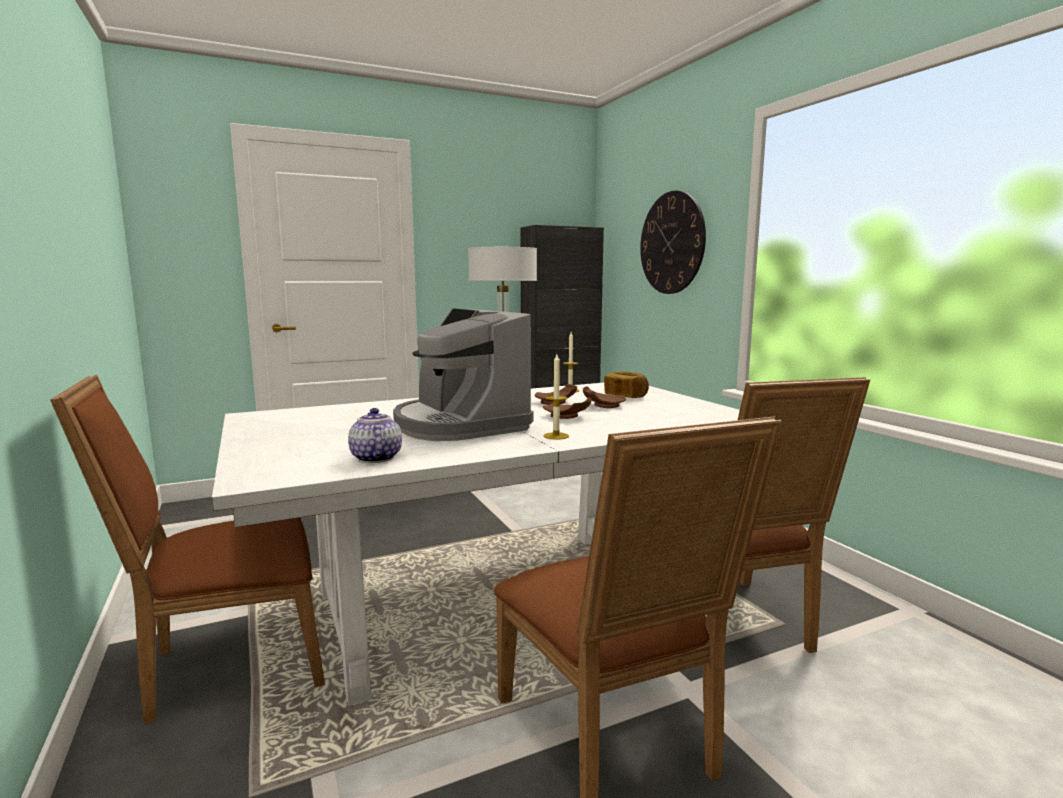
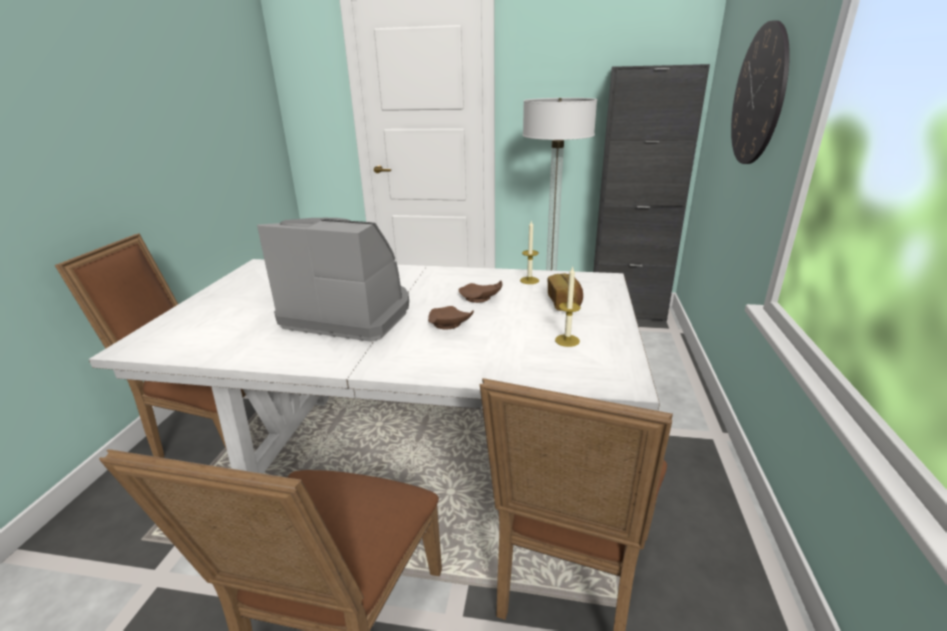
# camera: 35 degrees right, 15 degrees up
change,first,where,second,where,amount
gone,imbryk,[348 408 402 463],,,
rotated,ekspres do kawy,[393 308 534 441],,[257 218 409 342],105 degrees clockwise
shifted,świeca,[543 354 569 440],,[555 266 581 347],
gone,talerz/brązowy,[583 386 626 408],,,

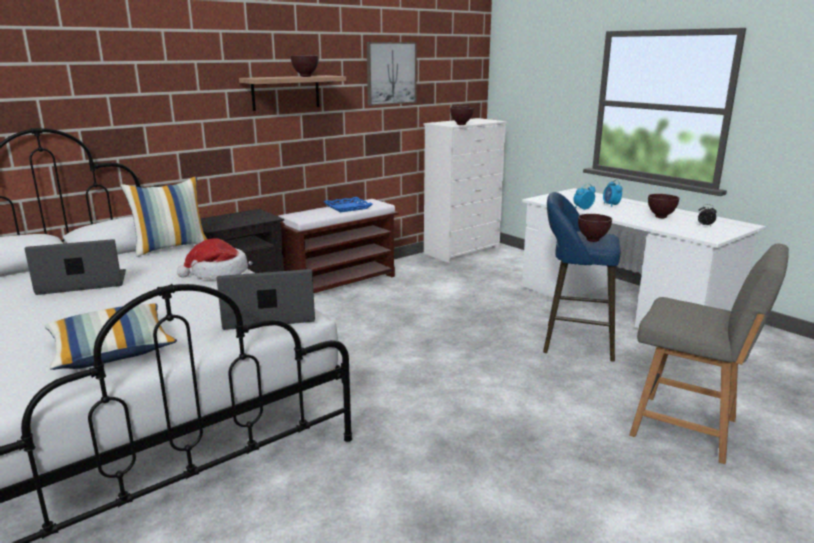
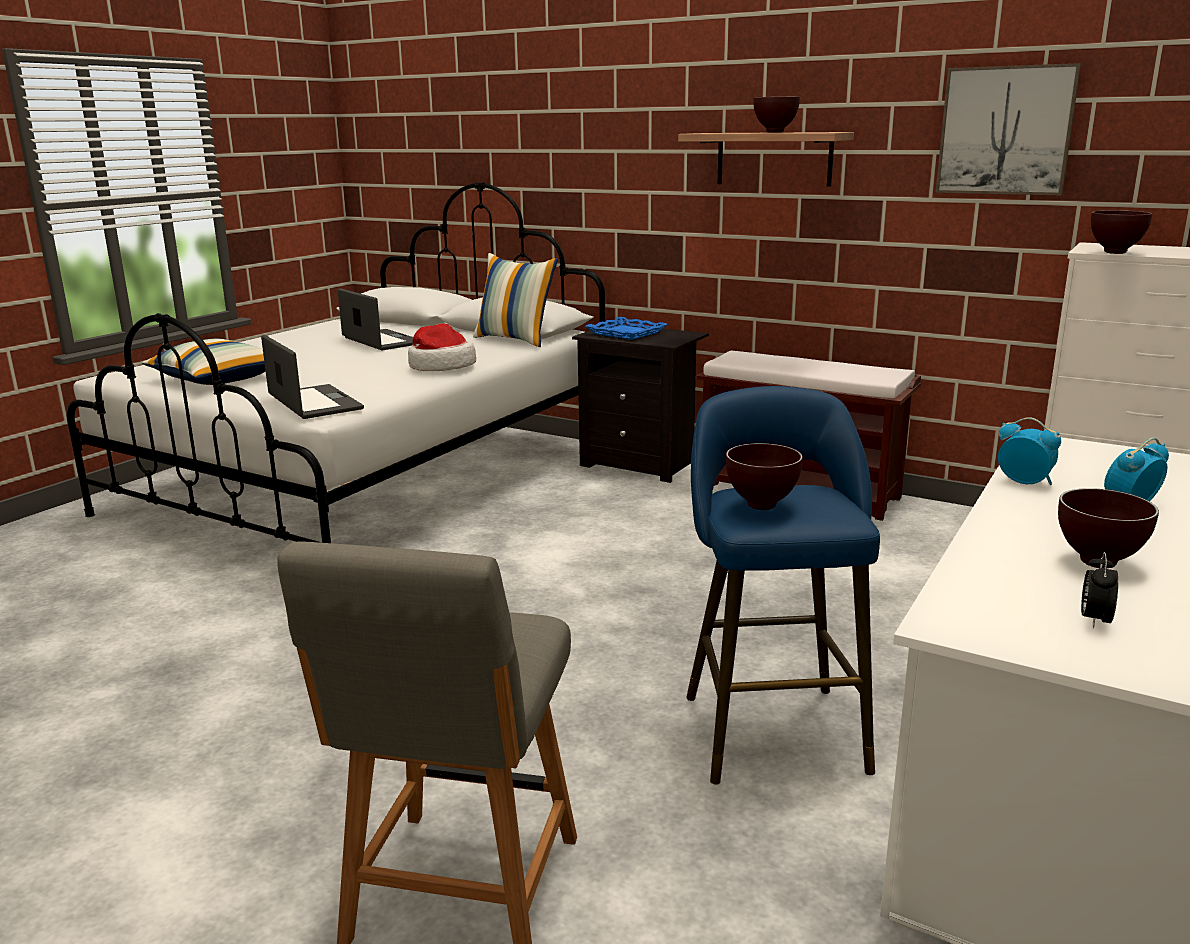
# camera: 70 degrees right, 0 degrees up
change,first,where,second,where,amount
shifted,taca/niebieski,[323 197 373 212],,[585 317 668 340],

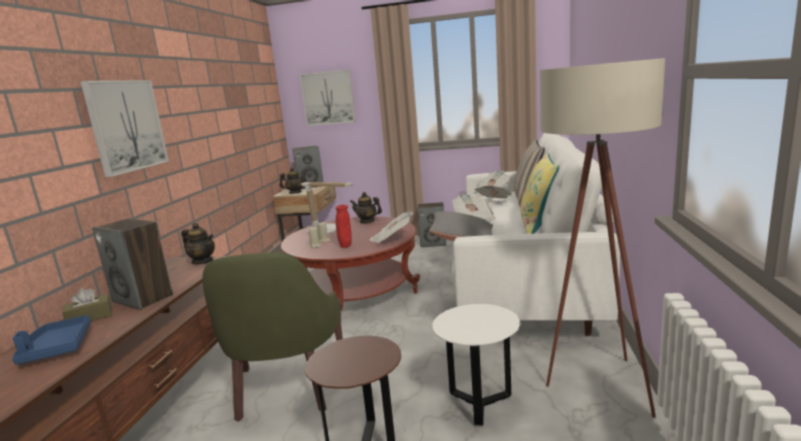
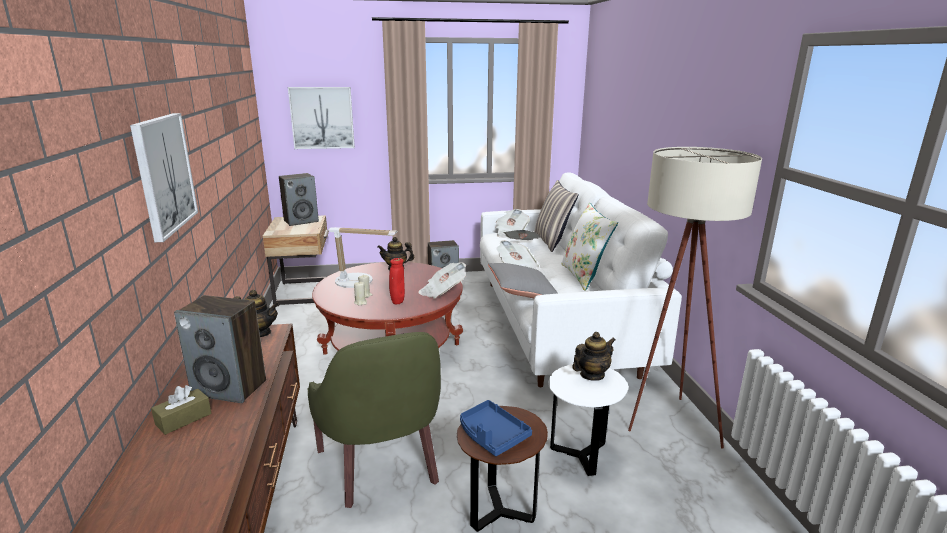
# camera: 20 degrees left, 5 degrees up
change,first,where,second,where,amount
shifted,taca/niebieski,[12 315 91 365],,[460 400 532 456],
shifted,imbryk,[279 168 307 194],,[572 332 615 381],
repainted,poduszka/żółty,[520 153 559 234],poduszka/biały,[561 203 618 291],

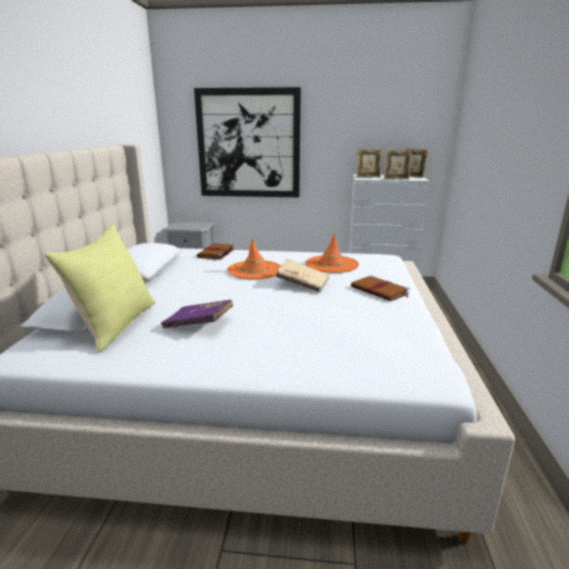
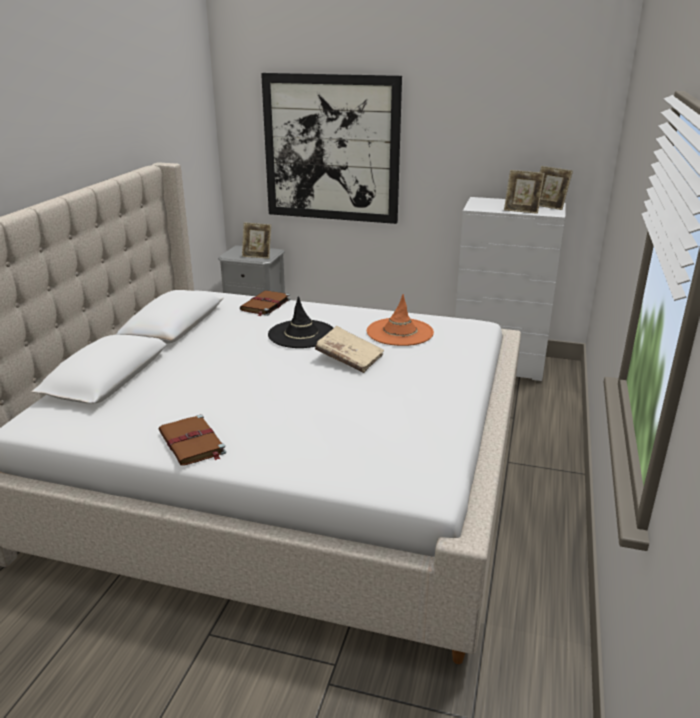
# camera: 10 degrees right, 5 degrees up
change,first,where,second,where,amount
gone,poduszka/żółty,[44 224 156 352],,,
gone,książka/fioletowy,[161 300 233 328],,,
repainted,kapelusz/pomarańczowy,[228 238 281 279],kapelusz/czarny,[268 296 333 348],
shifted,książka/brązowy,[351 275 410 301],,[158 414 226 466],
shifted,ramka na zdjęcie,[357 149 382 177],,[242 222 271 259],

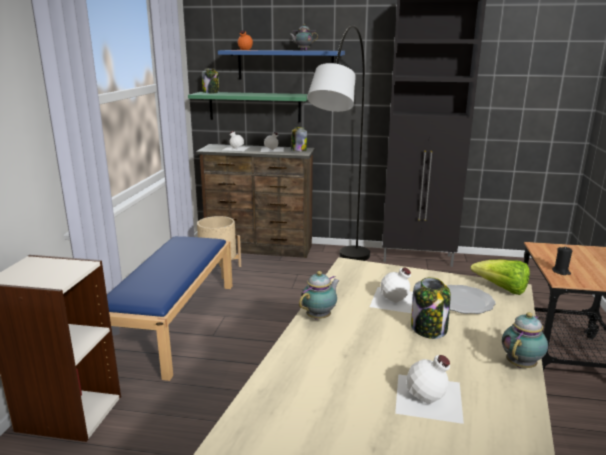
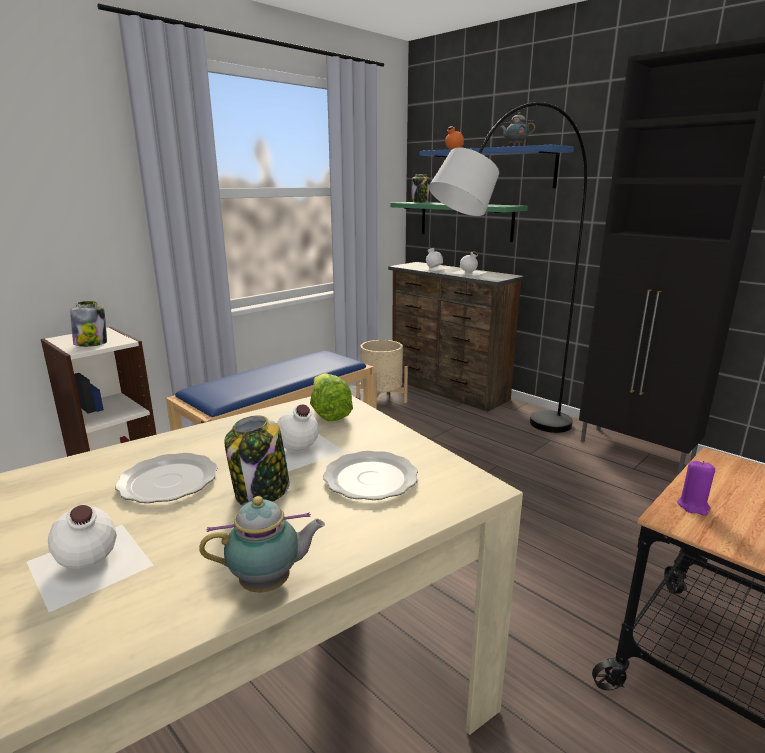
# camera: 35 degrees right, 0 degrees up
change,first,where,second,where,amount
shifted,słoik,[291 127 307 151],,[70 301 107 347],
gone,imbryk,[299 271 340 319],,,
shifted,sałata,[471 260 530 295],,[310 373 353 421],
repainted,świeca/czarny,[552 247 572 275],świeca/fioletowy,[677 461 715 516],
new,,,talerz,[115 453 218 503],

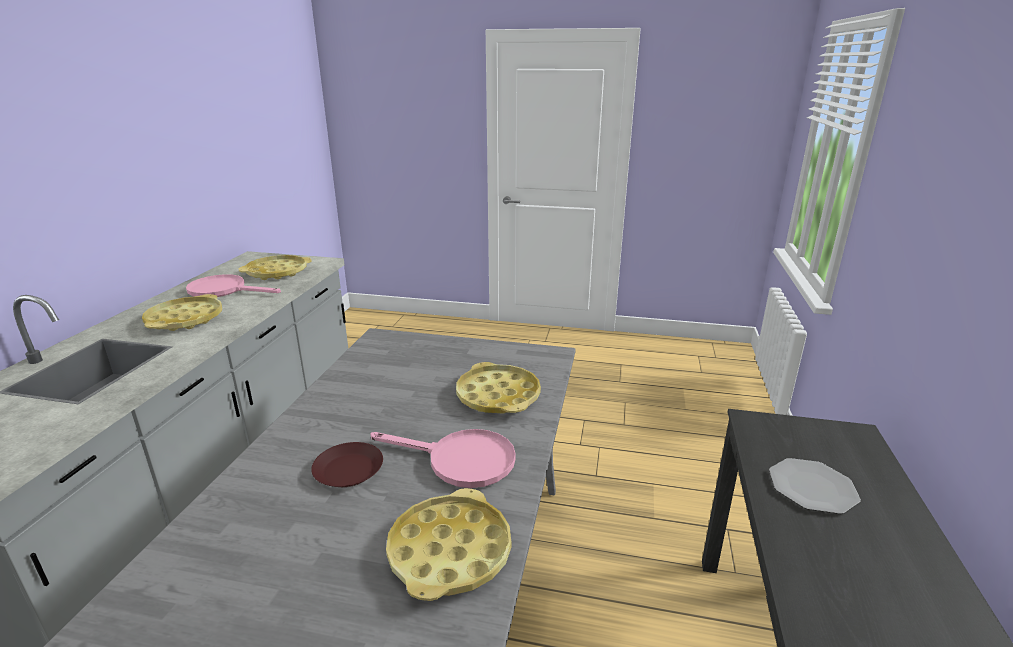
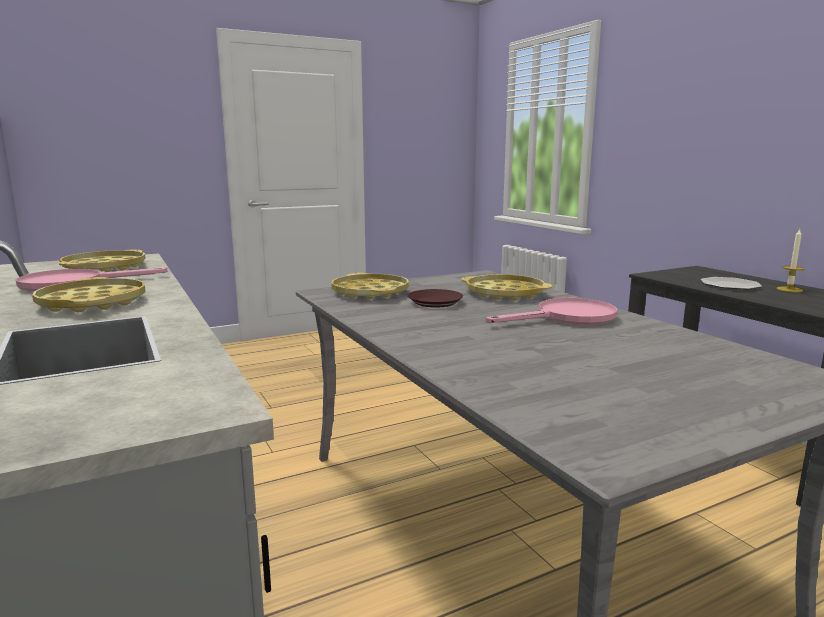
# camera: 40 degrees left, 10 degrees down
change,first,where,second,where,amount
shifted,talerz/brązowy,[311 442 383 487],,[408 289 463 307],
shifted,taca/żółty,[386 488 511 601],,[331 273 409 299],
new,,,świeca,[777 229 805 292],

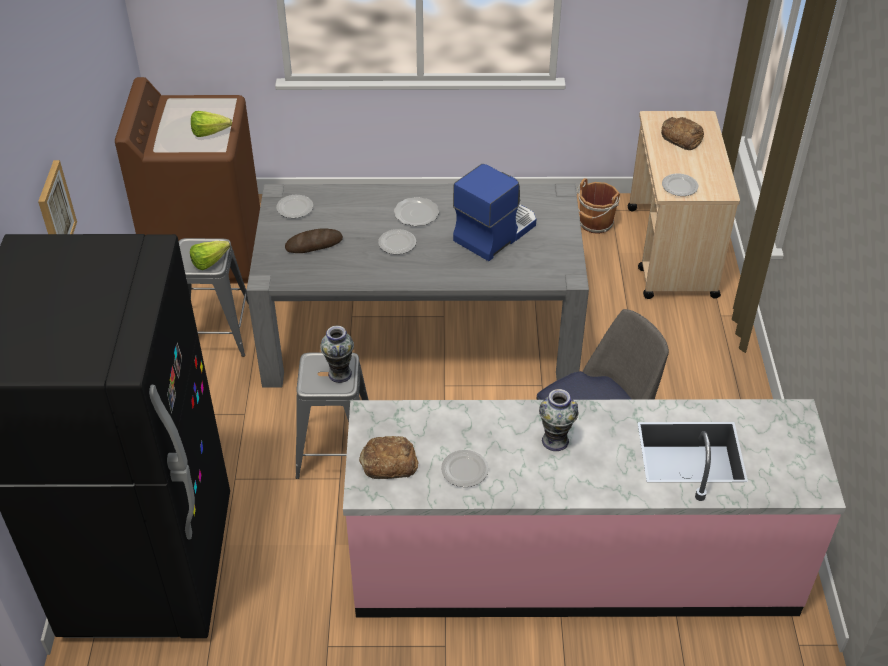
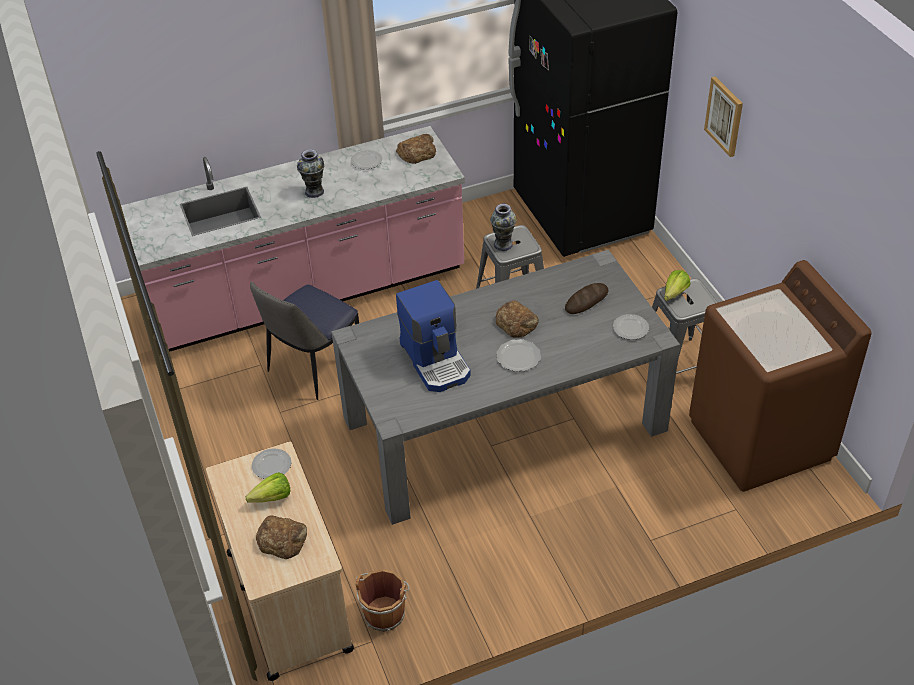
# camera: 160 degrees right, 0 degrees up
change,first,where,second,where,amount
shifted,sałata,[191 111 232 137],,[245 472 290 503],
swapped,talerz,[378 229 416 254],chleb,[495 300 539 338],
rotated,ekspres do kawy,[453 164 536 261],,[396 280 471 392],45 degrees counterclockwise

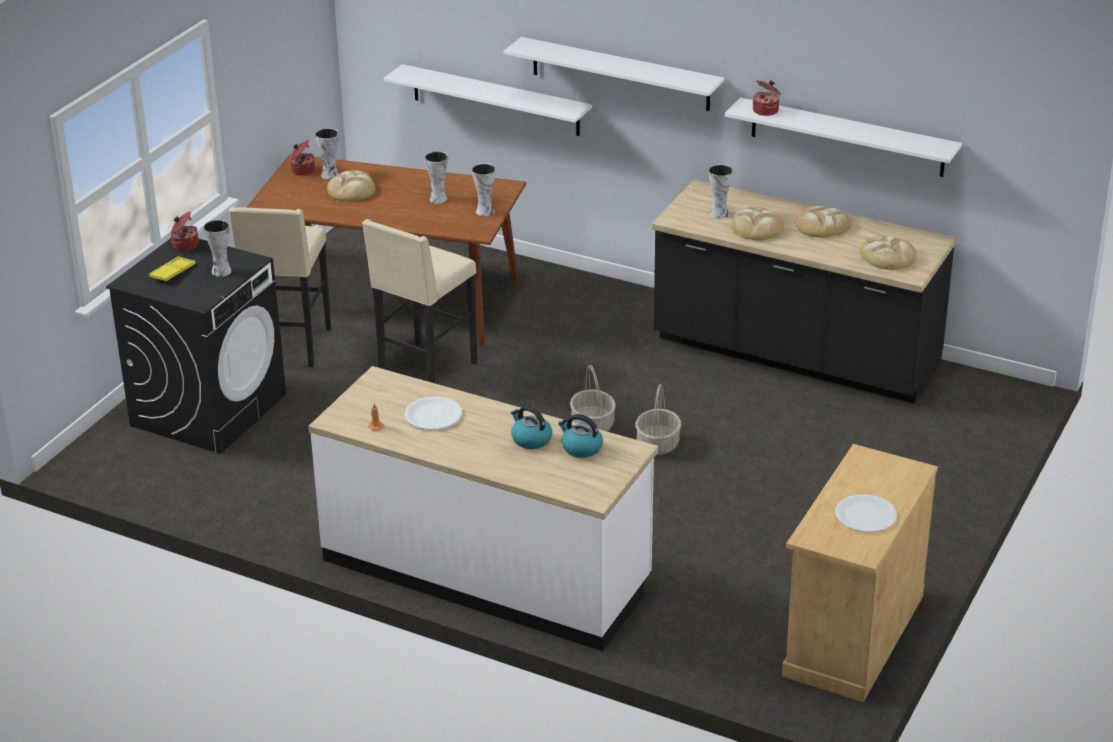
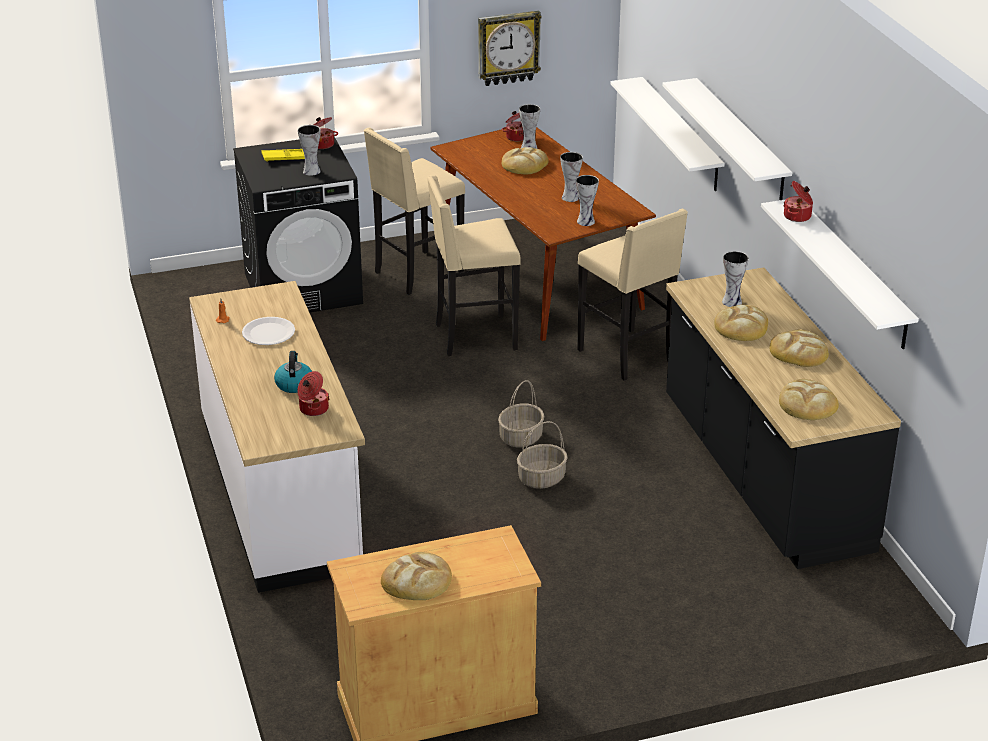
# camera: 45 degrees right, 0 degrees up
change,first,where,second,where,amount
swapped,czajnik,[558 414 603 458],garnek,[297 371 329 416],
swapped,talerz/biały,[835 495 897 532],chleb,[381 552 452 600],
new,,,zegar ścienny,[478 11 542 86],
new,,,stołek/beżowy,[577 209 688 381],

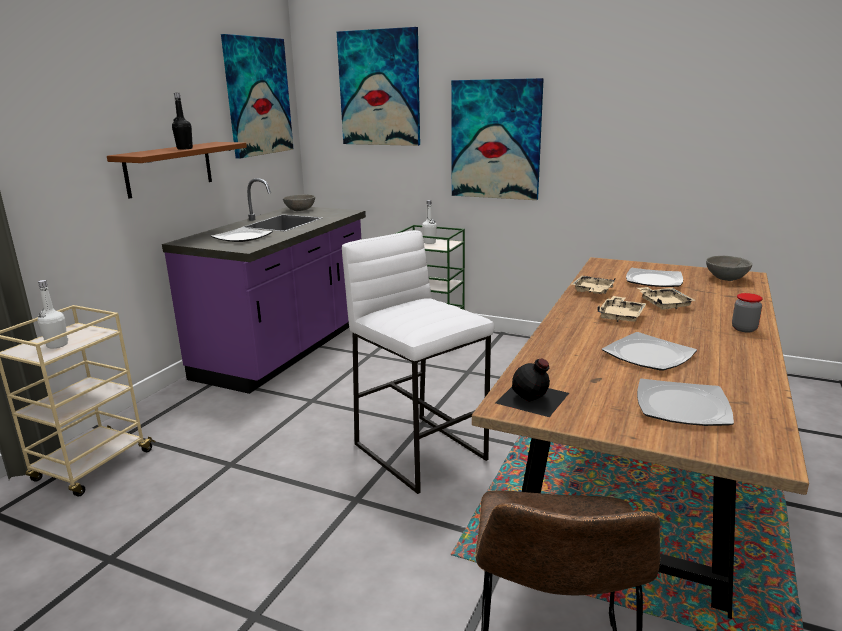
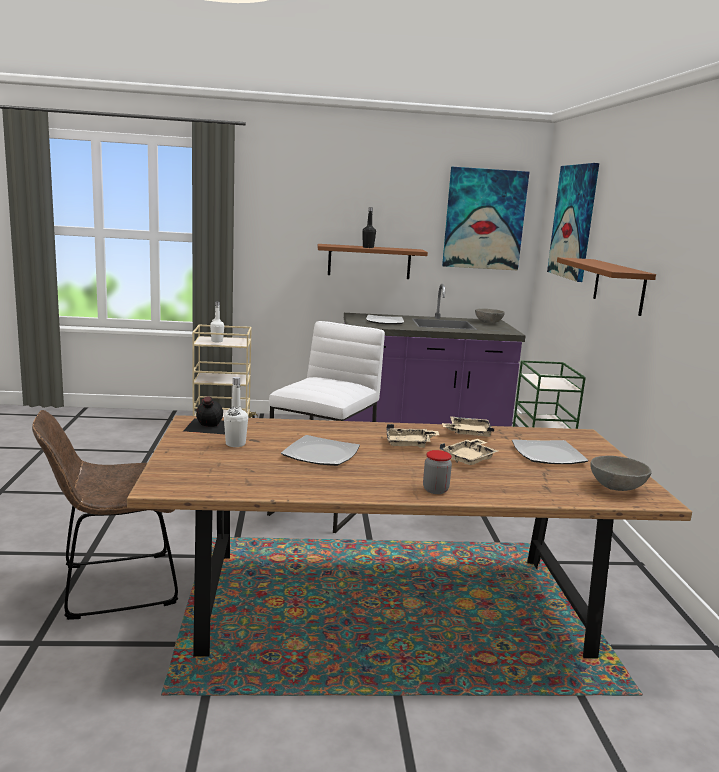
# camera: 60 degrees right, 5 degrees down
change,first,where,second,where,amount
shifted,butelka/biały,[422 200 437 244],,[224 377 248 447],
swapped,obraz,[451 78 544 200],półka/brązowy,[557 257 656 316],
gone,talerz,[637 378 734 426],,,

